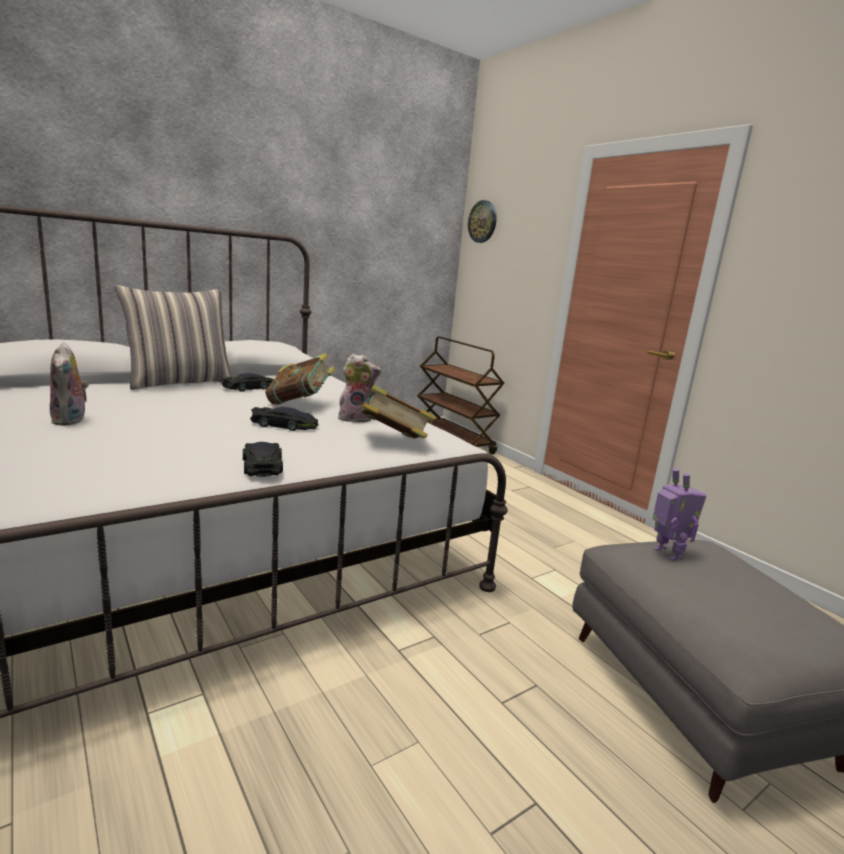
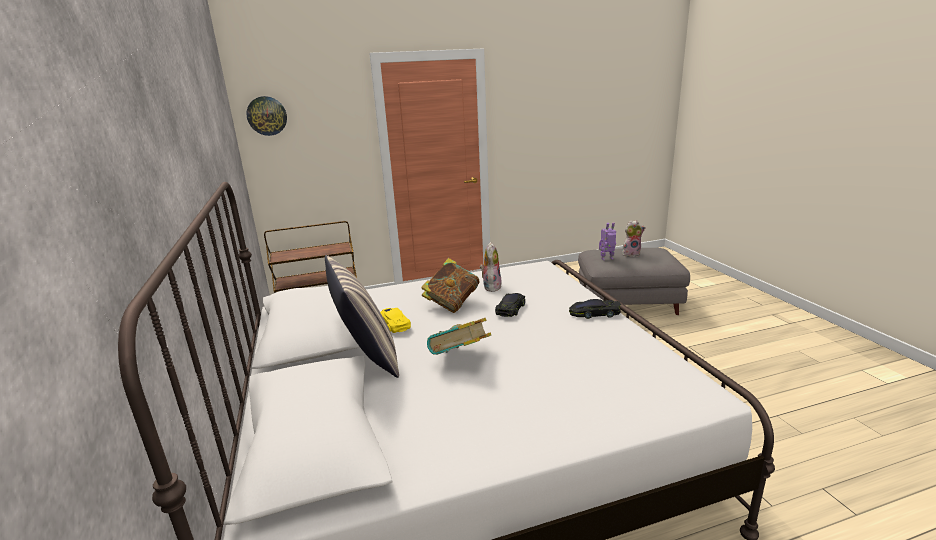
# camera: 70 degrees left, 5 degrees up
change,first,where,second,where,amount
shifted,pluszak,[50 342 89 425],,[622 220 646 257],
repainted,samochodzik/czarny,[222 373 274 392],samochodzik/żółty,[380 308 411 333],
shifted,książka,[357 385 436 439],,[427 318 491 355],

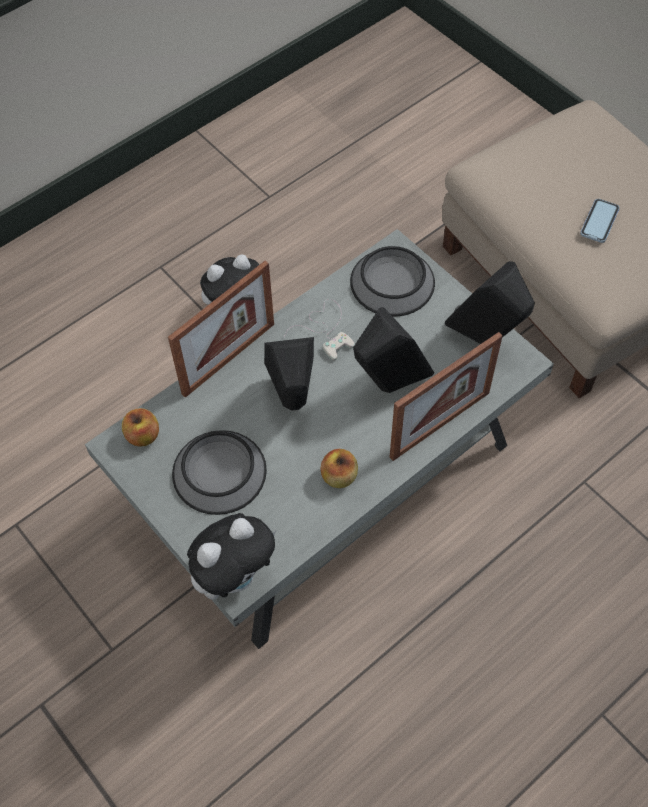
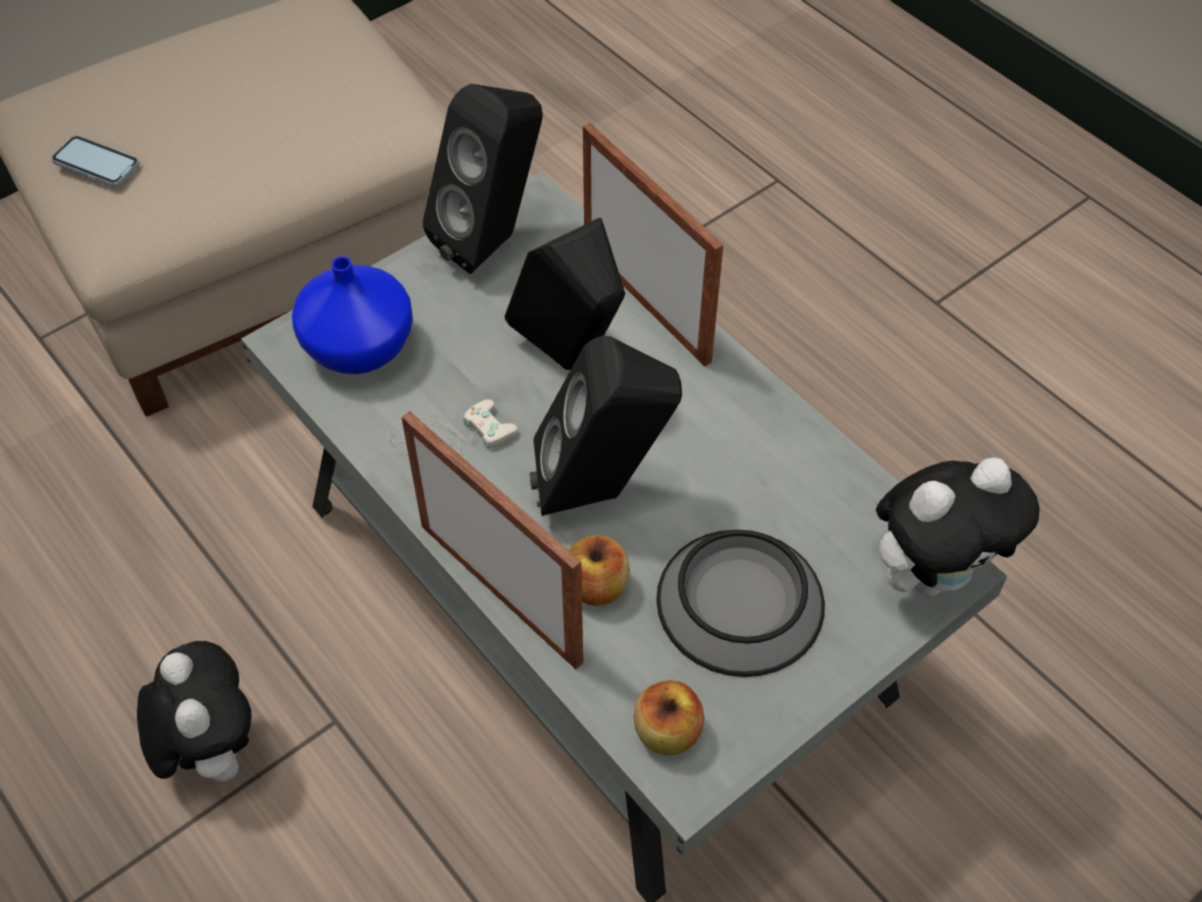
# camera: 90 degrees left, 5 degrees down
change,first,where,second,where,amount
rotated,pluszak,[187 513 276 599],,[876 457 1039 596],105 degrees clockwise
shifted,jabłko,[320 449 358 488],,[569 535 630 606],
swapped,miska,[350 246 435 317],wazon/niebieski,[292 256 413 374],
shifted,telefon,[580 199 620 243],,[51 135 140 187],

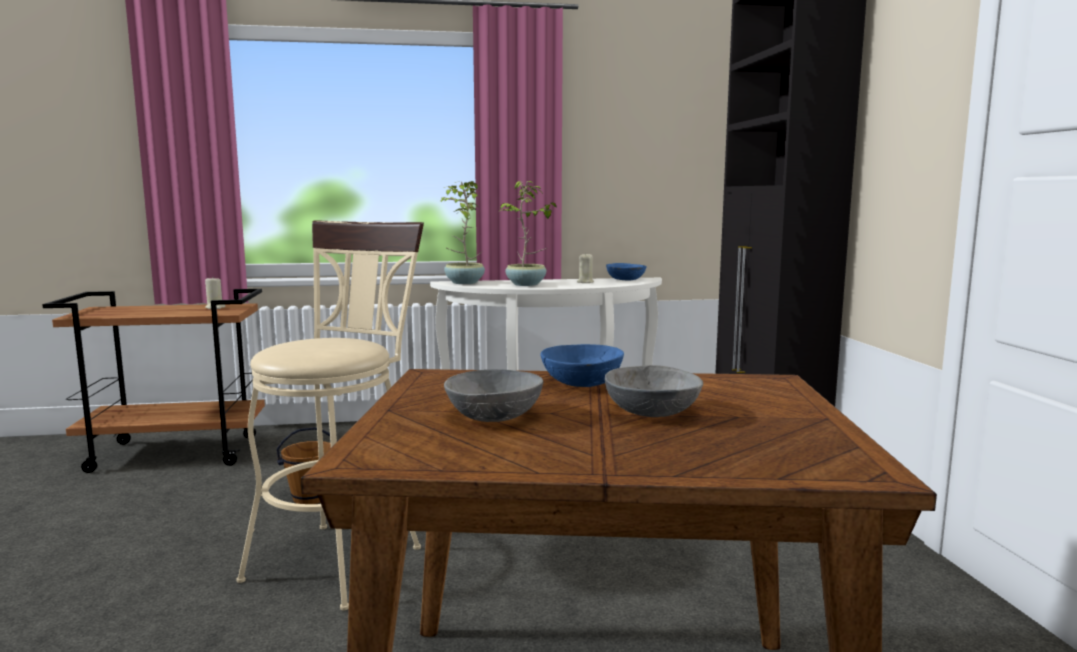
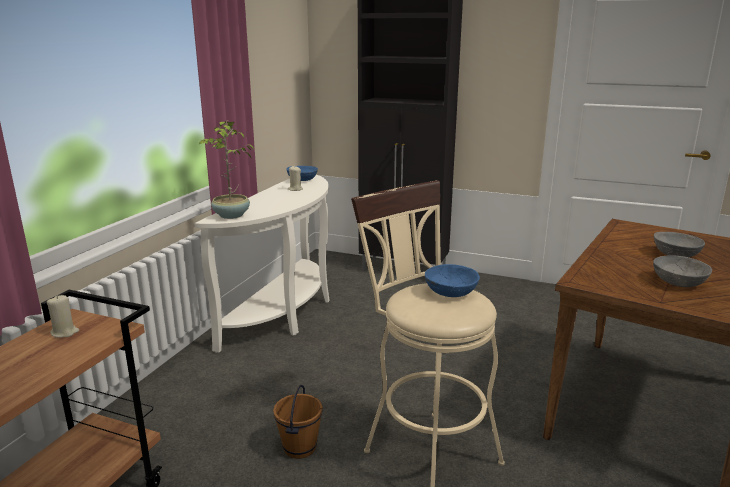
# camera: 60 degrees left, 10 degrees up
change,first,where,second,where,amount
gone,roślina doniczkowa,[500 181 557 286],,,
shifted,miska/niebieski,[540 344 624 387],,[425 264 480 297],

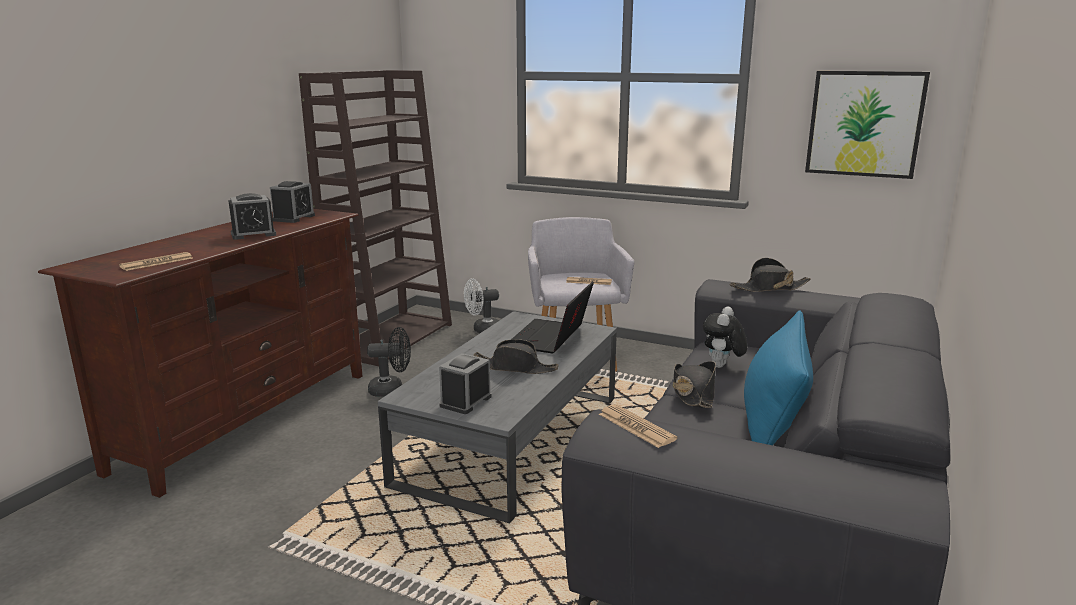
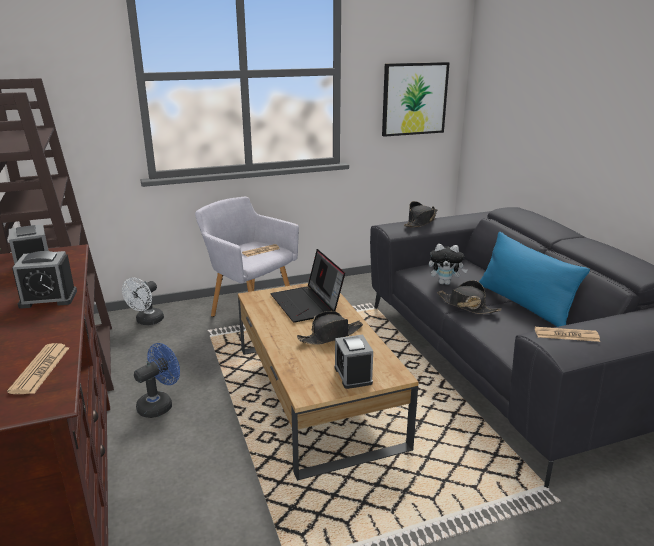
# camera: 45 degrees left, 5 degrees up
change,first,where,second,where,amount
rotated,budzik,[228 193 276 240],,[12 251 77 309],60 degrees clockwise
repainted,wentylator/czarny,[367 327 411 397],wentylator/niebieski,[134 343 180 418],
repainted,ława/szary,[378 311 617 523],ława/brązowy,[238 283 419 481],
rotated,pluszak,[703 306 747 368],,[429 244 468 285],60 degrees counterclockwise

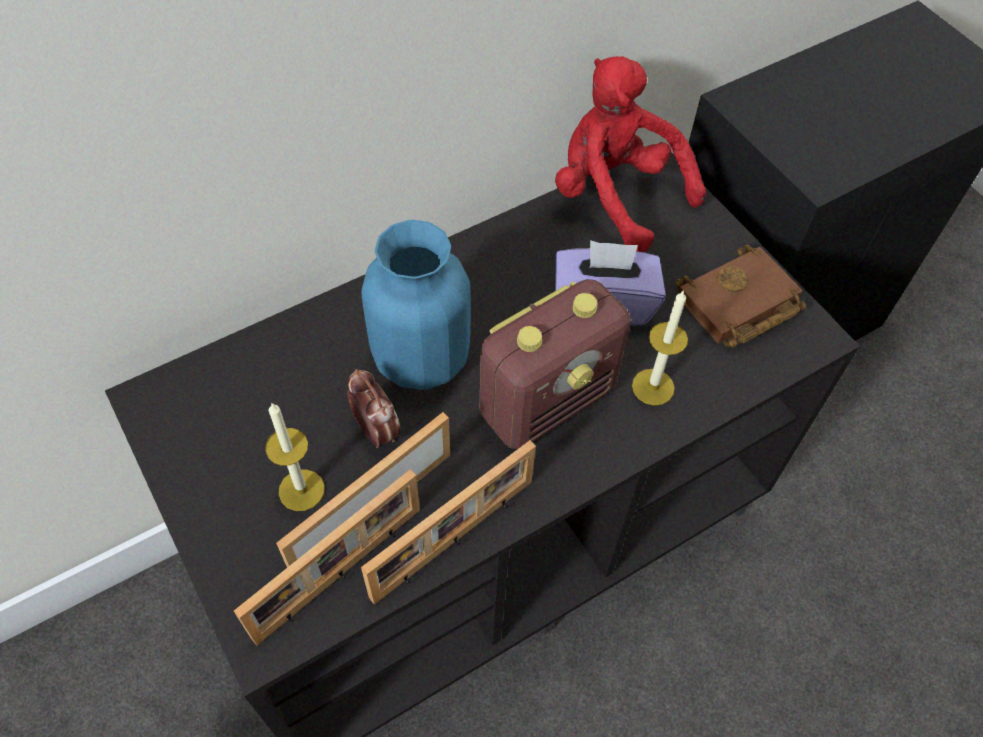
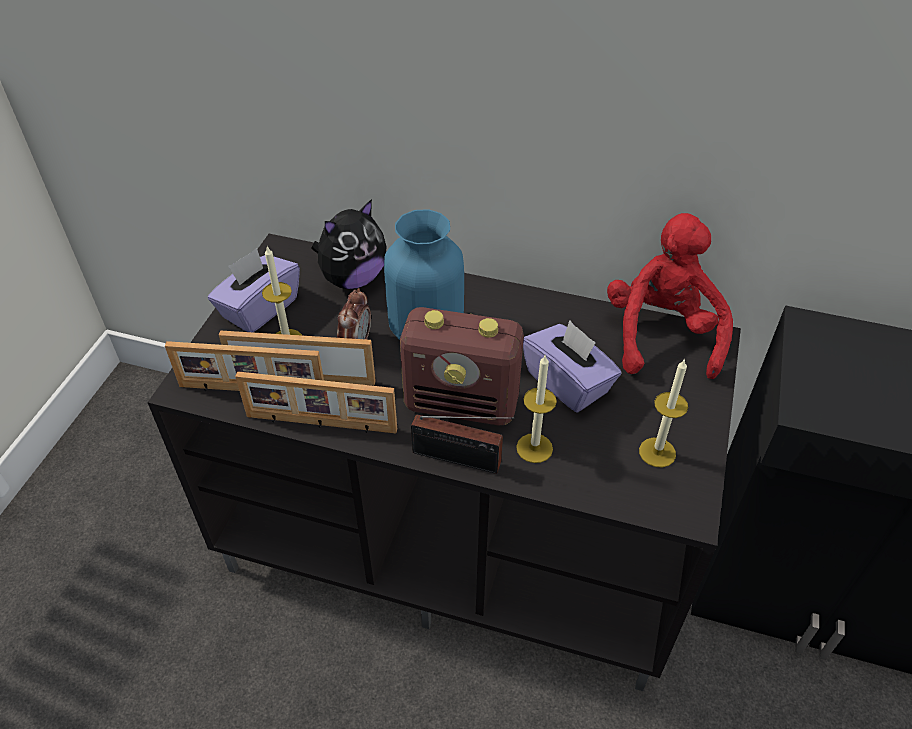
# camera: 50 degrees right, 10 degrees down
change,first,where,second,where,amount
swapped,książka/brązowy,[676 244 806 348],świeca,[639 359 688 467],
new,,,pudełko chusteczek/fioletowy,[208 248 300 332],
new,,,pluszak,[311 199 387 289],
new,,,radio,[411 415 515 474],

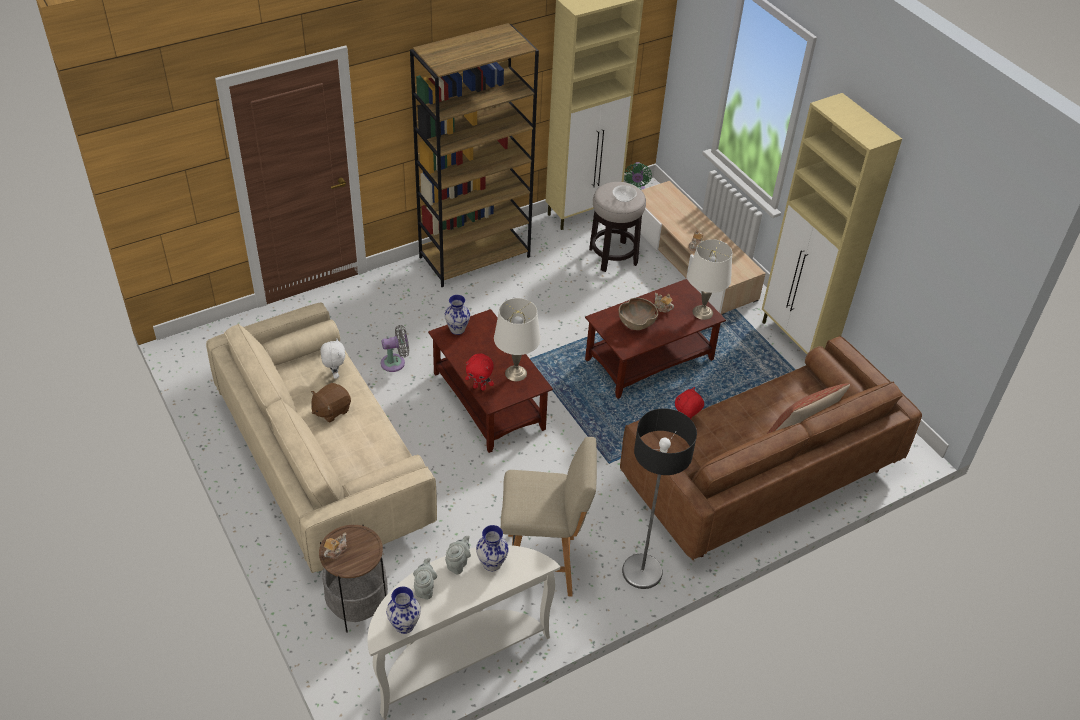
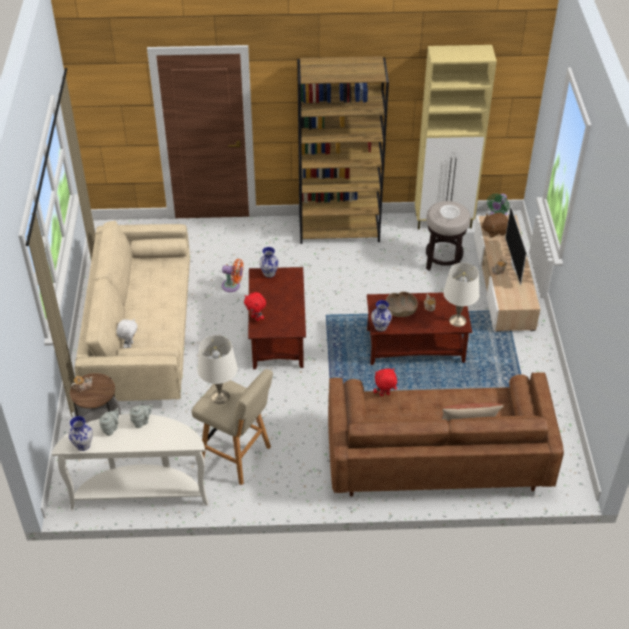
# camera: 30 degrees right, 0 degrees up
change,first,where,second,where,amount
shifted,pluszak/brązowy,[311 383 351 422],,[482 213 508 237],
shifted,pluszak/biały,[320 338 345 379],,[116 319 138 348],
repainted,wentylator/szary,[381 325 409 372],wentylator/pomarańczowy,[222 259 243 292],
shifted,wazon,[476 525 509 571],,[371 300 392 332],
shifted,lampa stołowa/biały,[494 298 541 381],,[197 335 238 404],
gone,lampa stojąca,[622 408 697 589],,,
gone,szafka/beżowy,[762 93 902 354],,,
new,,,telewizor,[505 206 527 285],

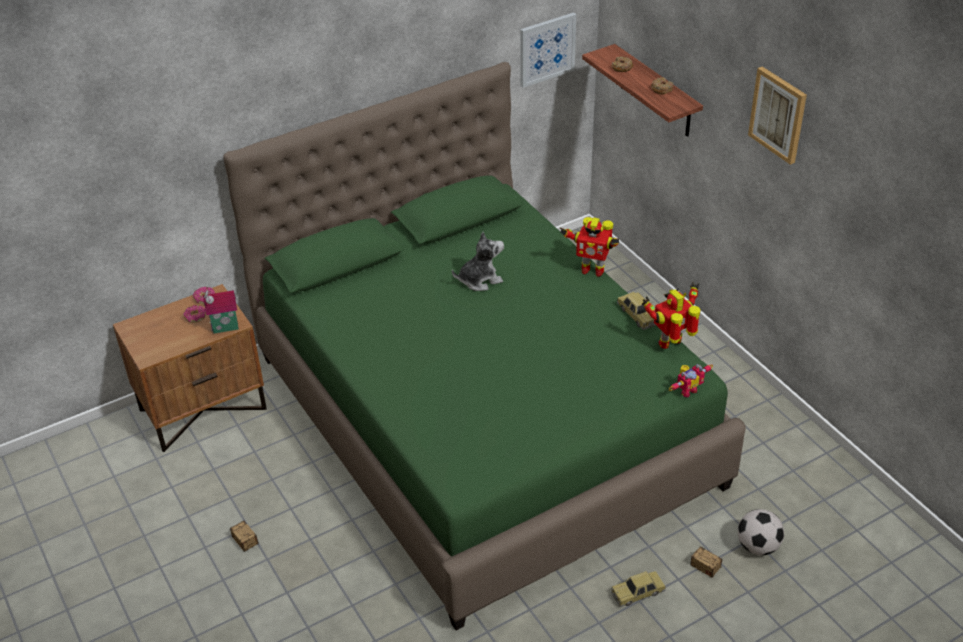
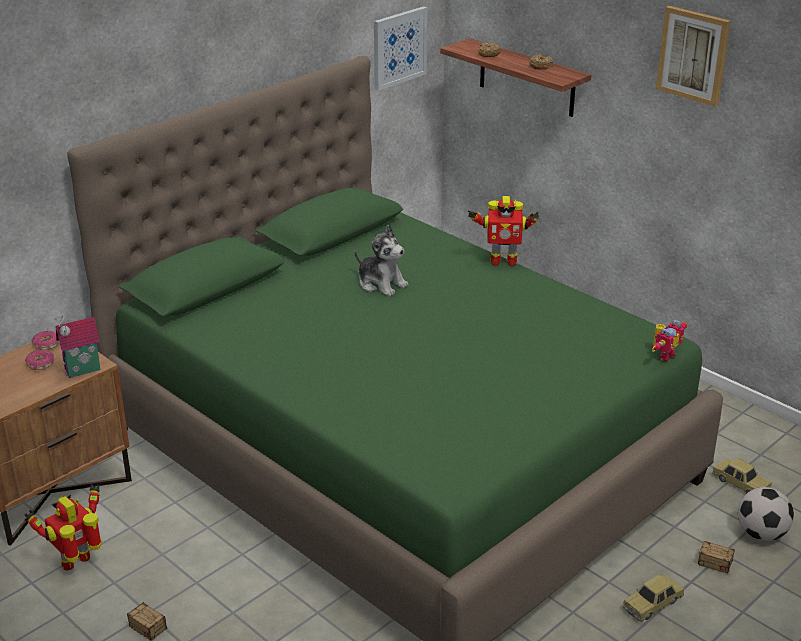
# camera: 15 degrees left, 10 degrees down
change,first,where,second,where,amount
rotated,pluszak,[452 232 504 291],,[354 225 408 296],75 degrees clockwise
shifted,samochodzik,[617 292 656 330],,[712 458 772 493],
shifted,robot zabawkowy,[642 282 701 349],,[25 485 102 570],

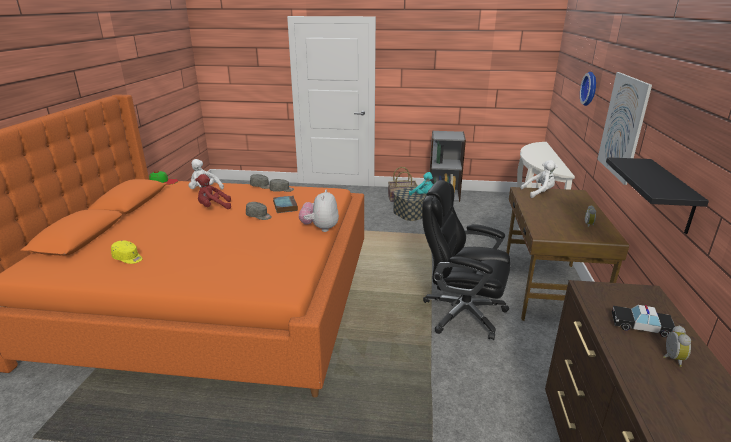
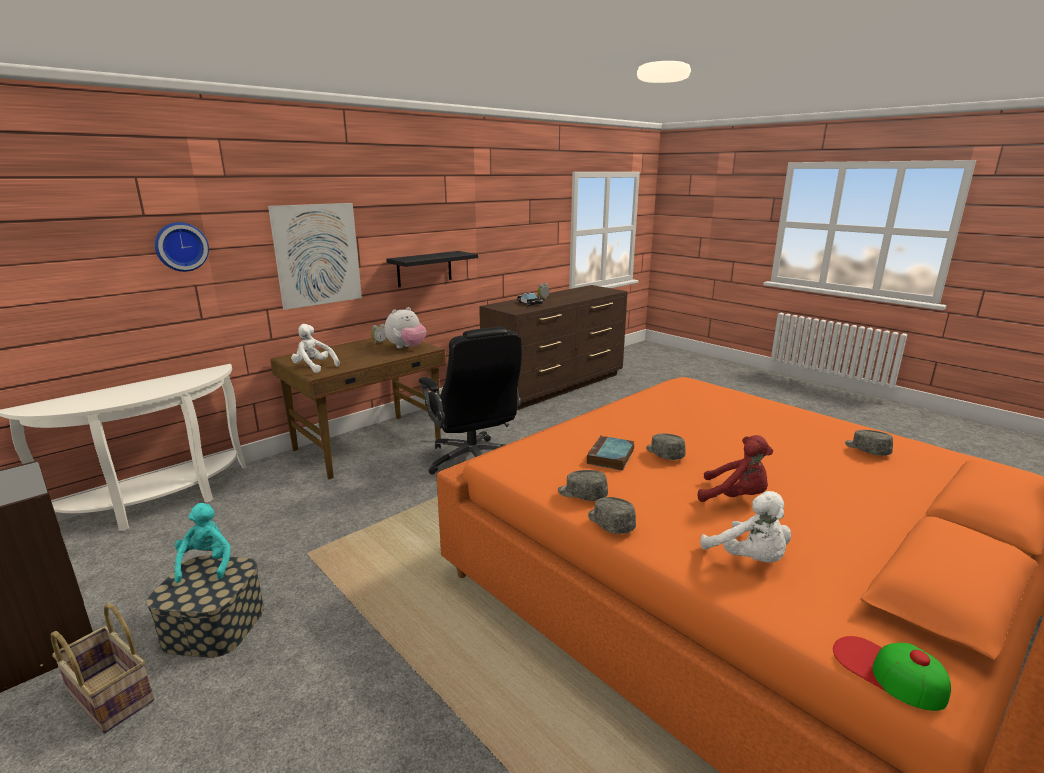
# camera: 140 degrees left, 5 degrees down
change,first,where,second,where,amount
repainted,czapka z daszkiem/żółty,[111 241 142 264],czapka z daszkiem/szary,[845 430 893 456],
shifted,pluszak,[299 189 339 232],,[385 307 426 348],

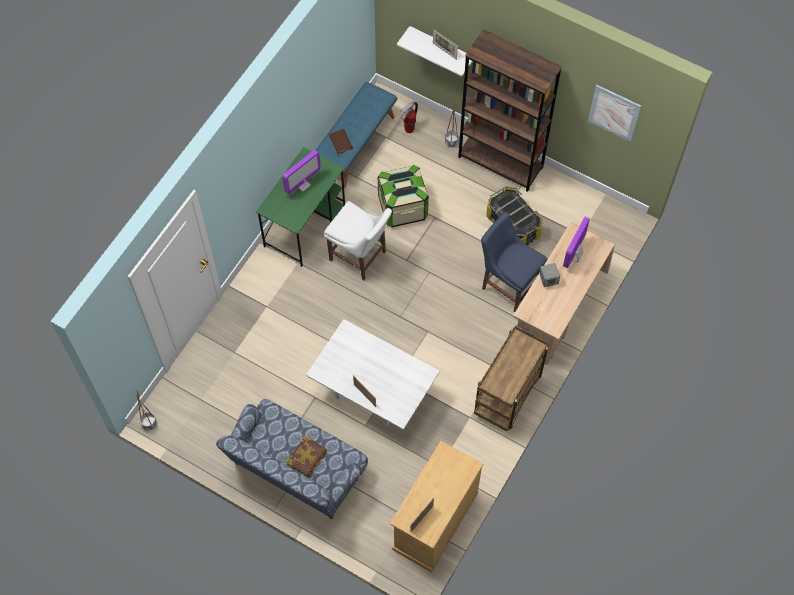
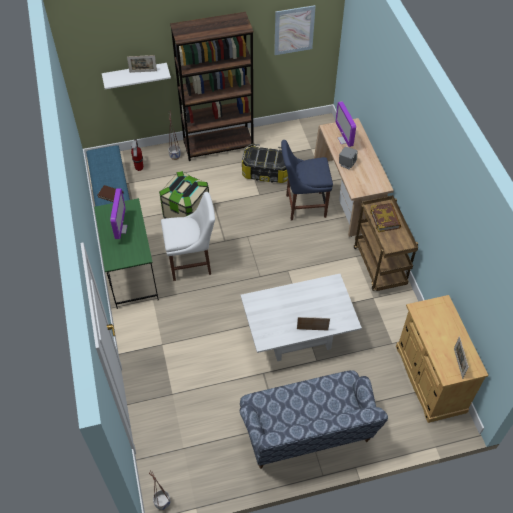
# camera: 45 degrees left, 10 degrees down
change,first,where,second,where,amount
shifted,książka,[286 435 327 477],,[370 203 401 232],

